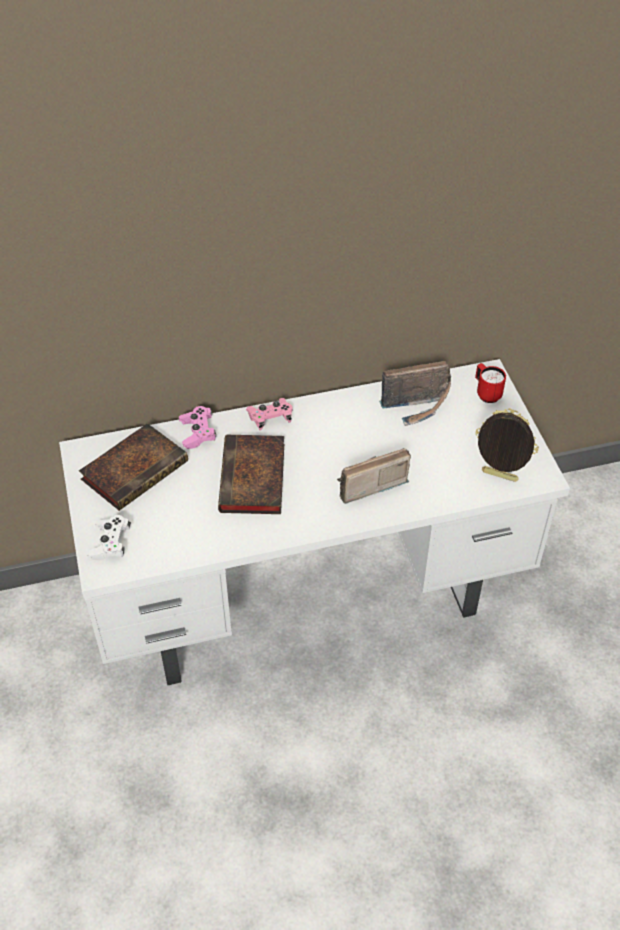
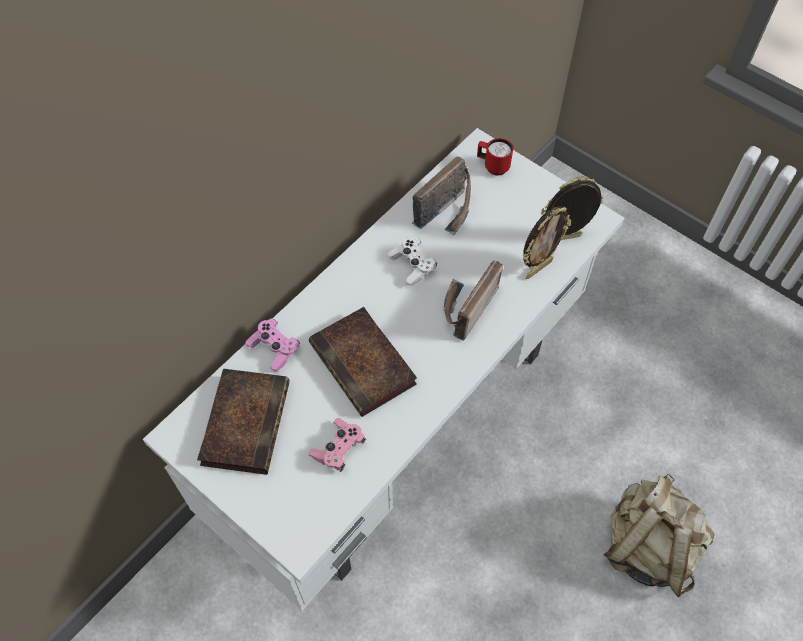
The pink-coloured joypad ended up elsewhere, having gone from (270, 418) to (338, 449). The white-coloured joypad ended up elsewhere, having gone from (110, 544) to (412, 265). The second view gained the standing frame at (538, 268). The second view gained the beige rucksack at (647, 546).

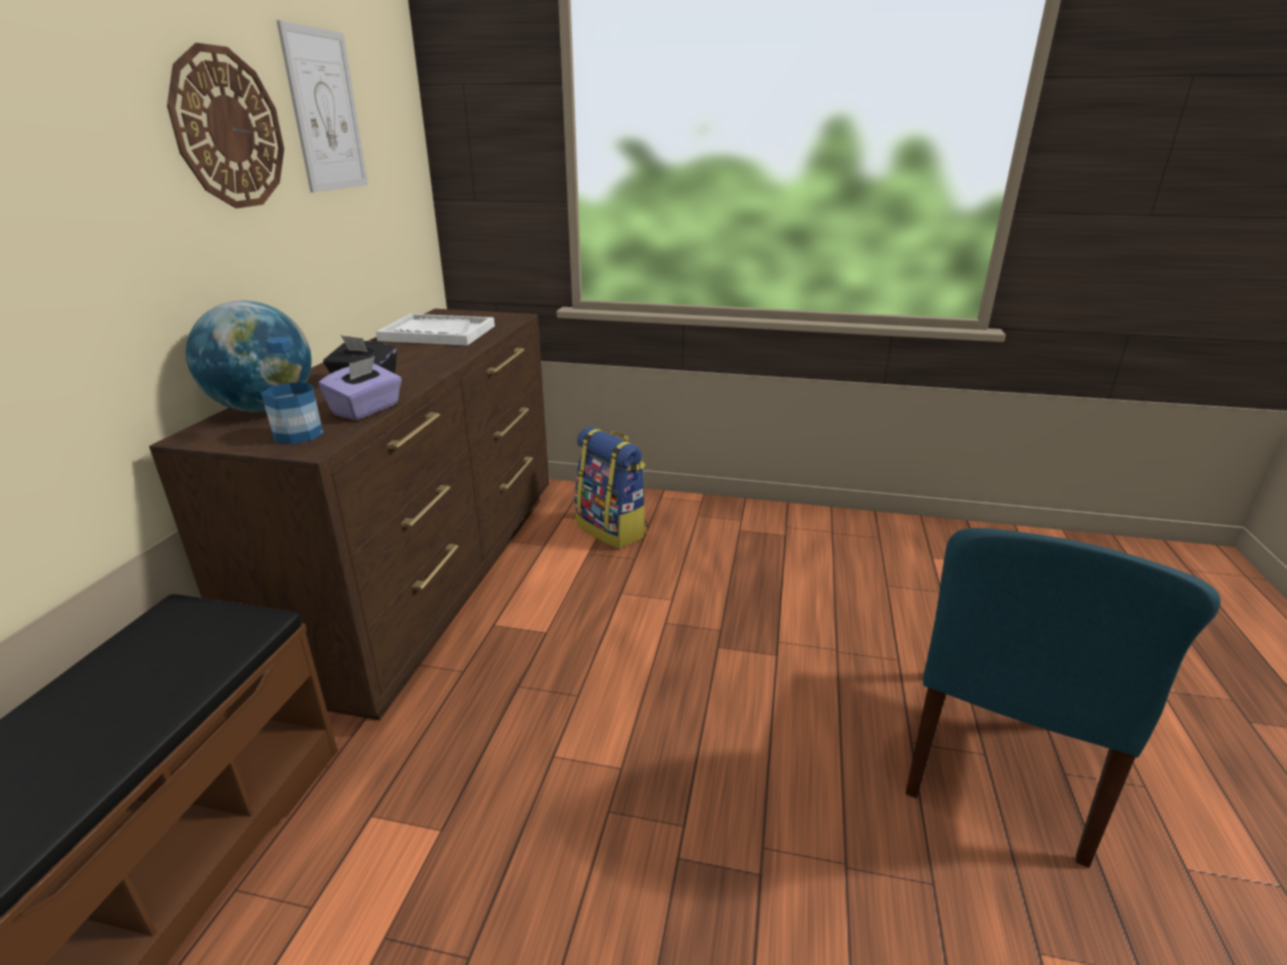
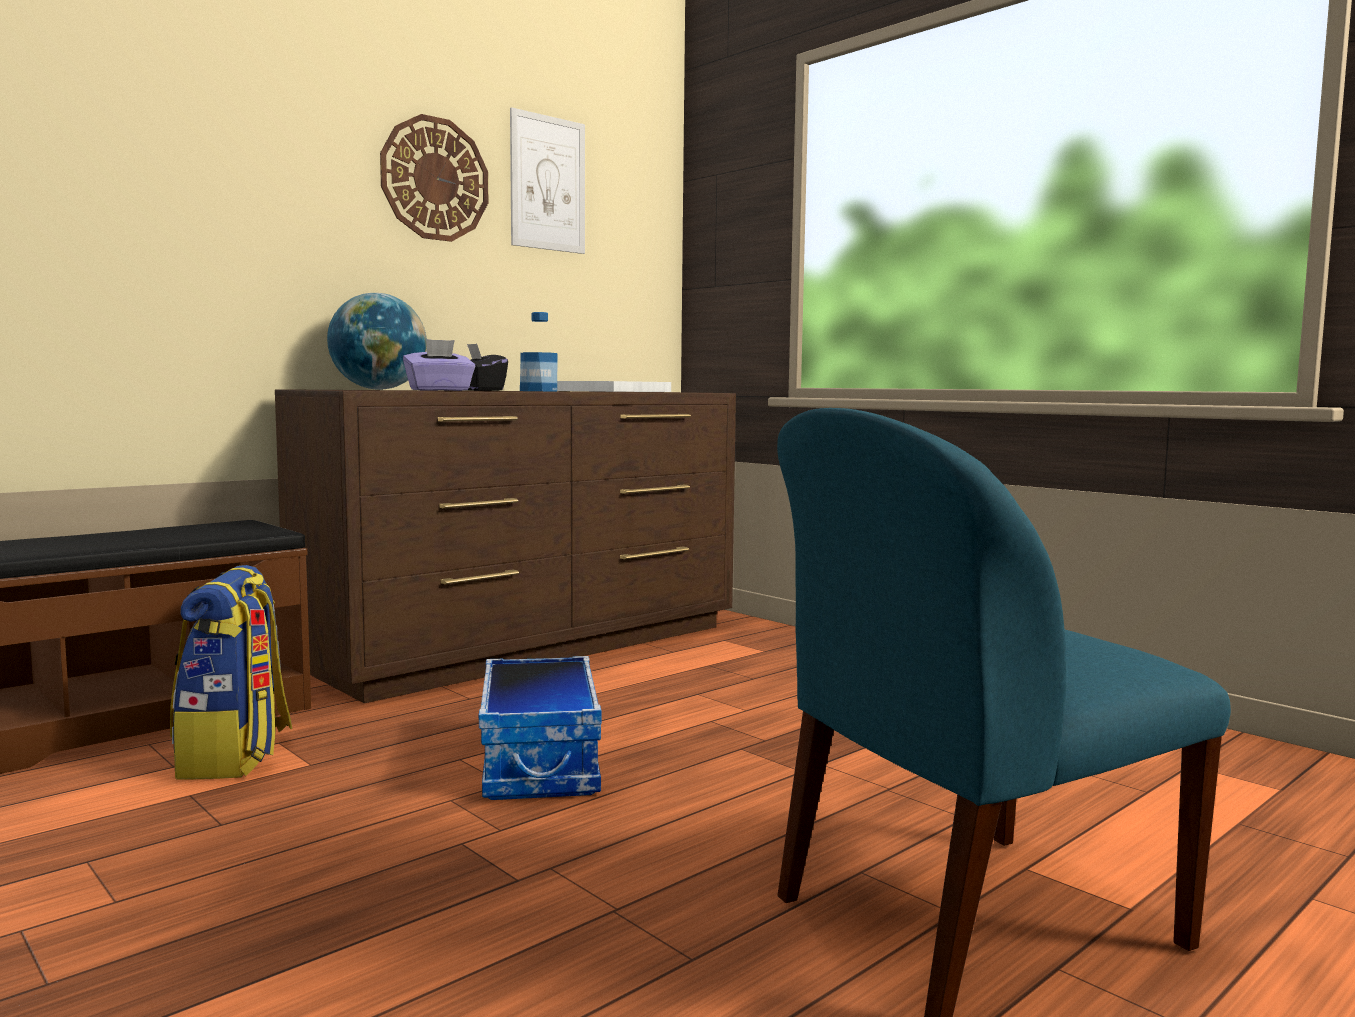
The rucksack ended up elsewhere, having gone from (612, 529) to (235, 756). The second view gained the storage bin at (542, 762). The drink bottle ended up elsewhere, having gone from (298, 435) to (538, 391).

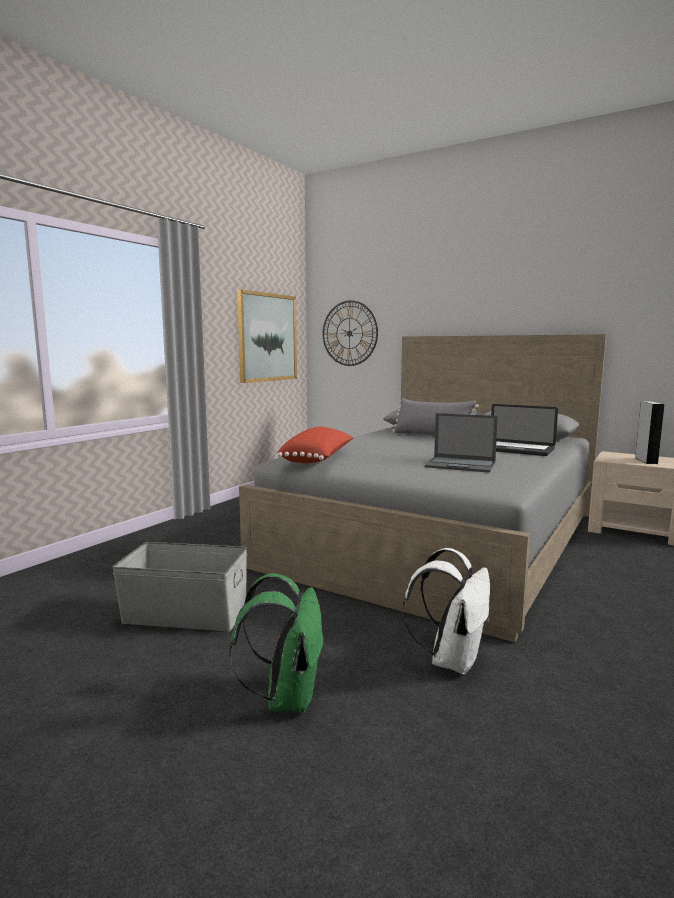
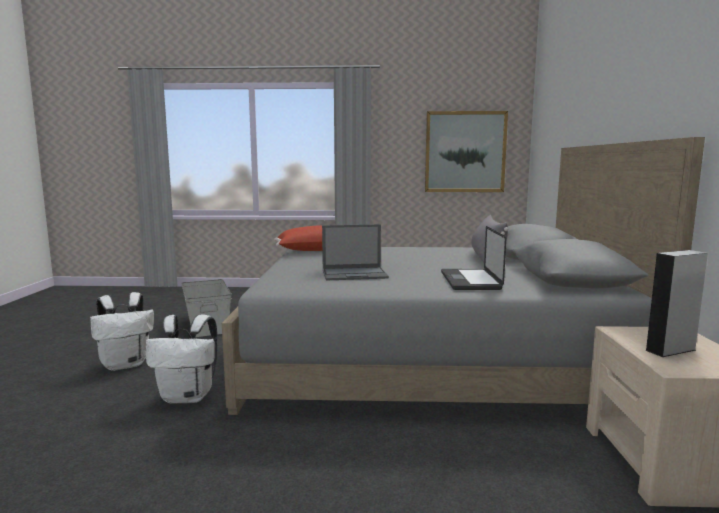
What was the green rucksack at (287, 697) turned into the white-coloured rucksack at (126, 364). The laptop at (461, 465) ended up facing another way, 90 degrees counterclockwise from before. The second view lost the hanging clock at (349, 333).

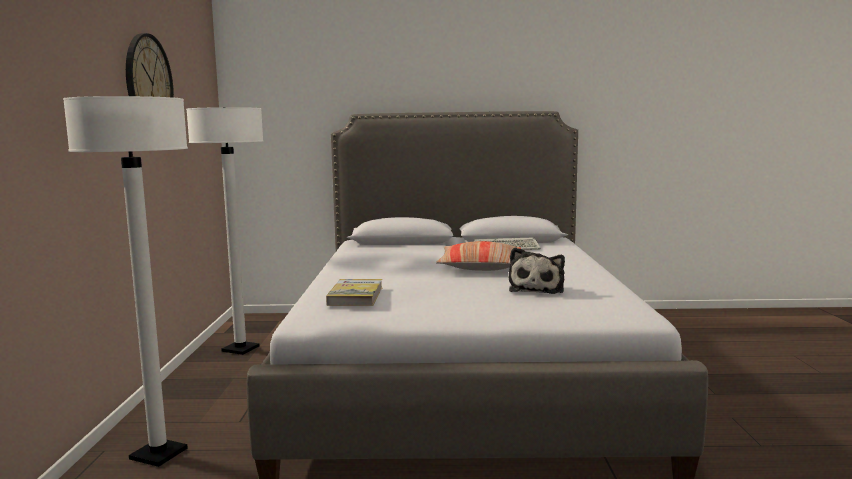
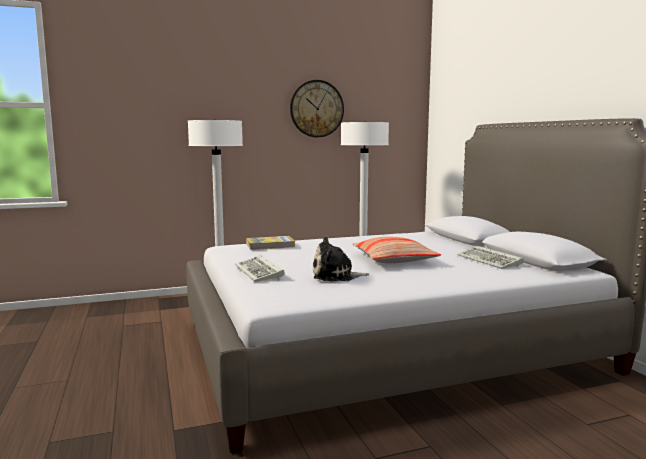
The second view gained the computer keyboard at (260, 272).

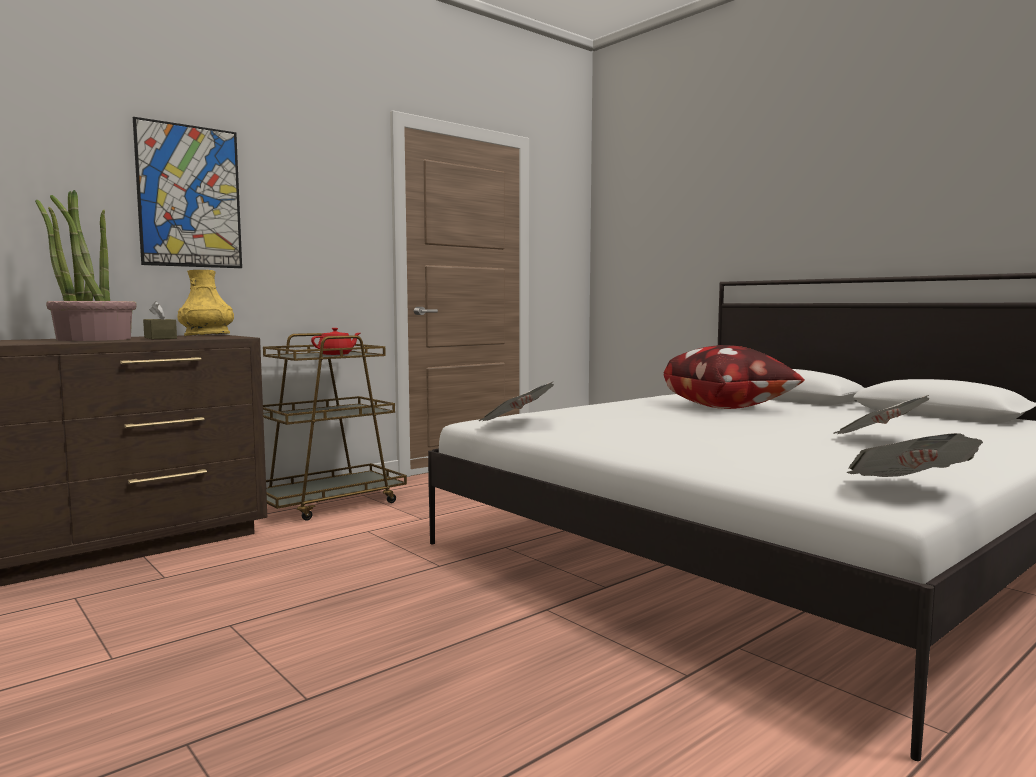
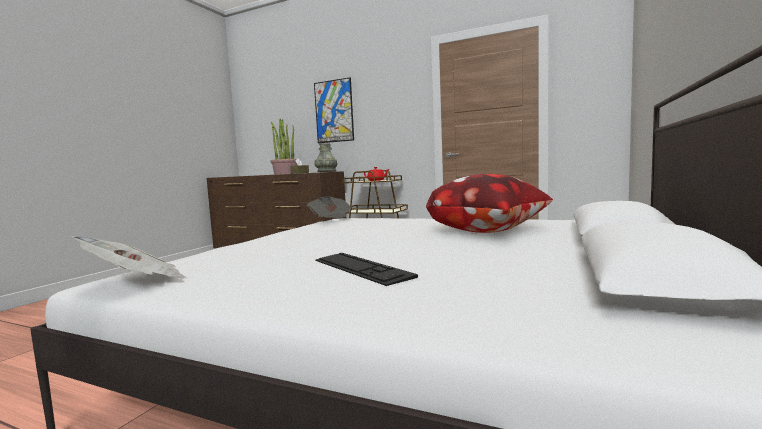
What was the yellow flower vase at (207, 335) turned into the gray flower vase at (326, 171). Where the printed paper stood at (878, 440), the computer keyboard came to stand at (360, 268).

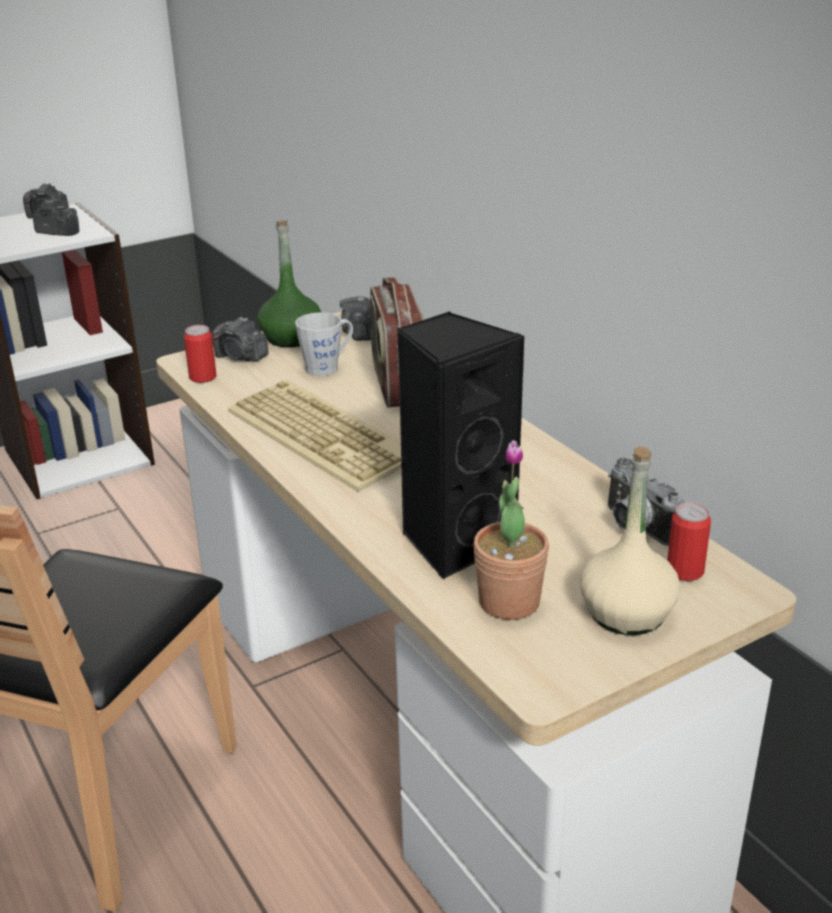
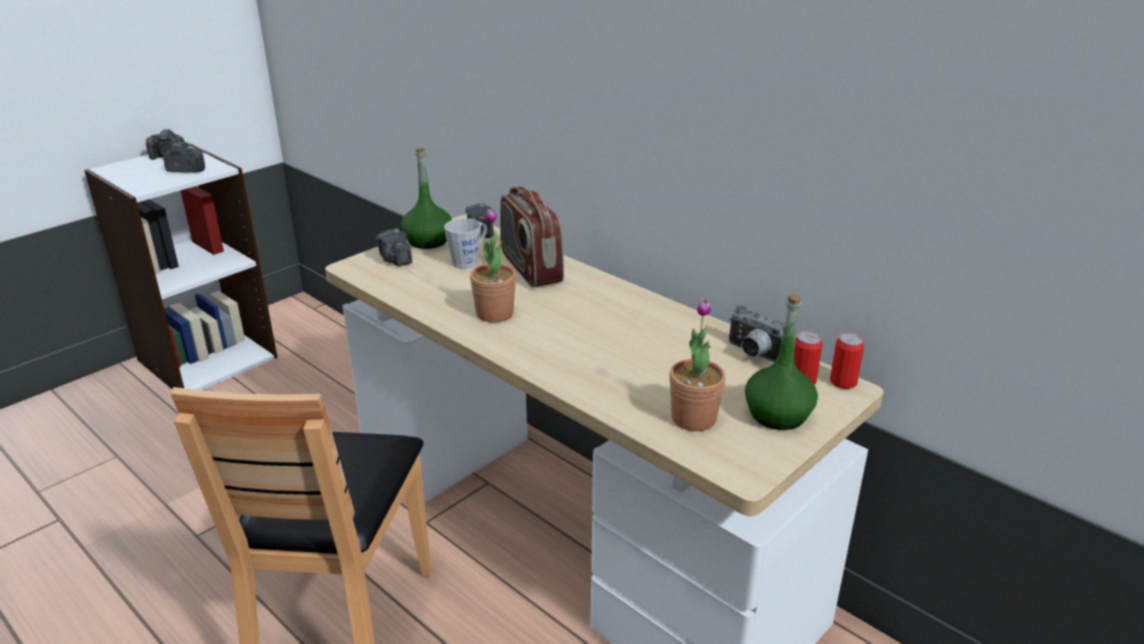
The photo camera at (241, 357) ended up facing another way, 45 degrees clockwise from before. Where the computer keyboard stood at (324, 435), the plant in a pot came to stand at (494, 314). What was the beige drink bottle at (627, 613) turned into the green drink bottle at (778, 415). The sealed can ended up elsewhere, having gone from (203, 377) to (843, 382). The second view lost the black audio speaker at (455, 542).

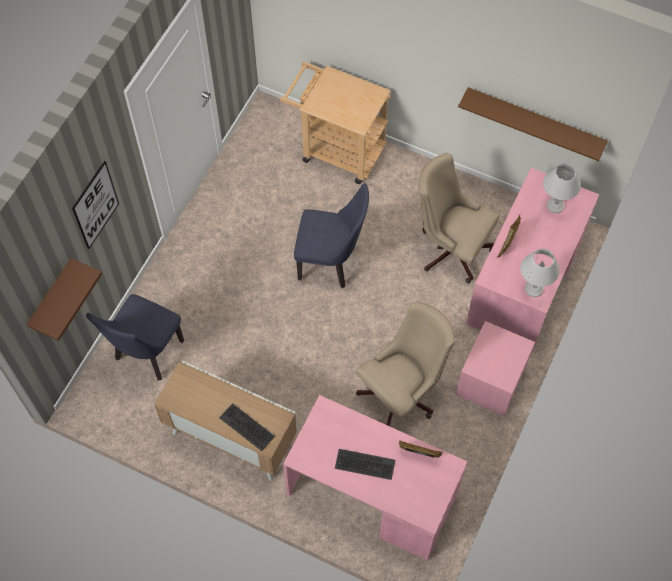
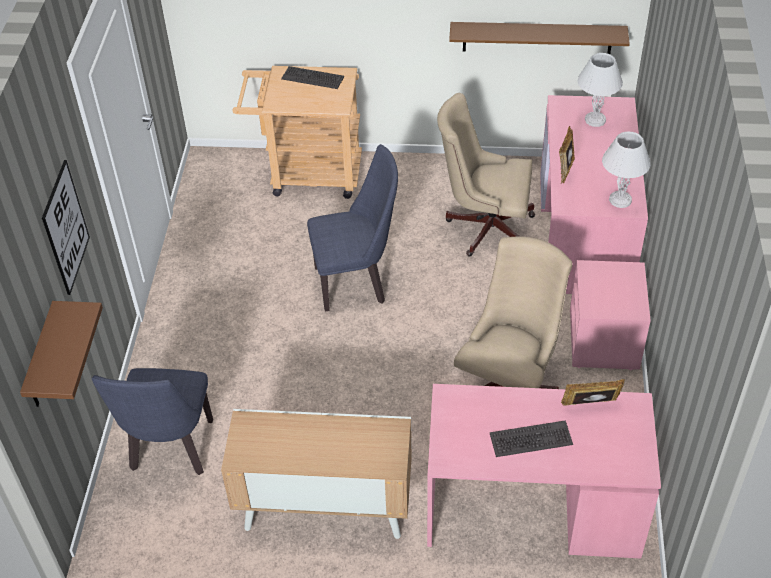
The computer keyboard ended up elsewhere, having gone from (247, 426) to (313, 78).

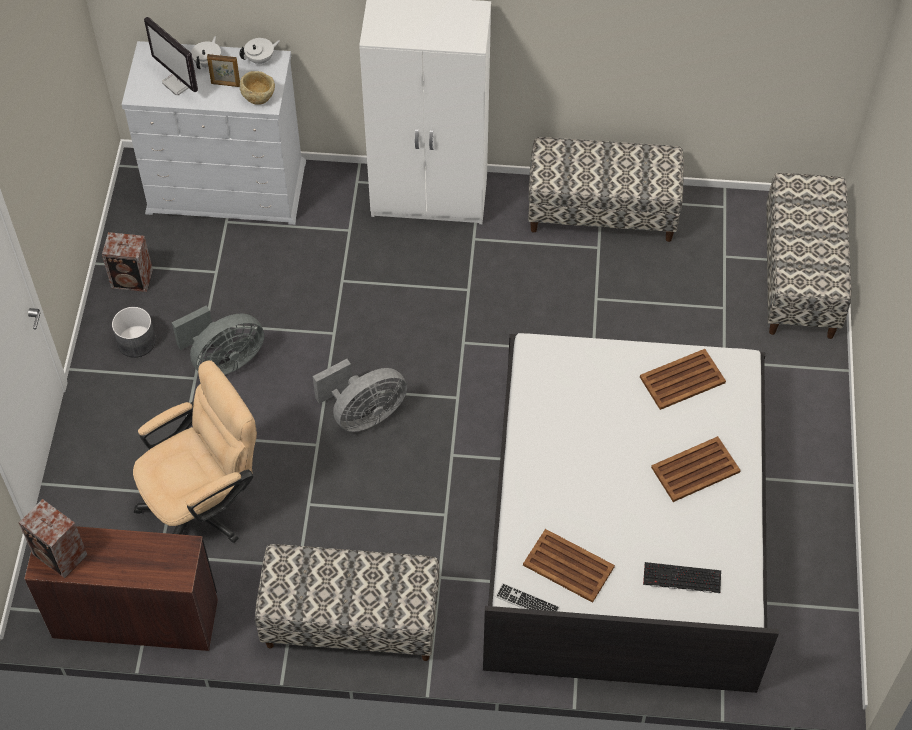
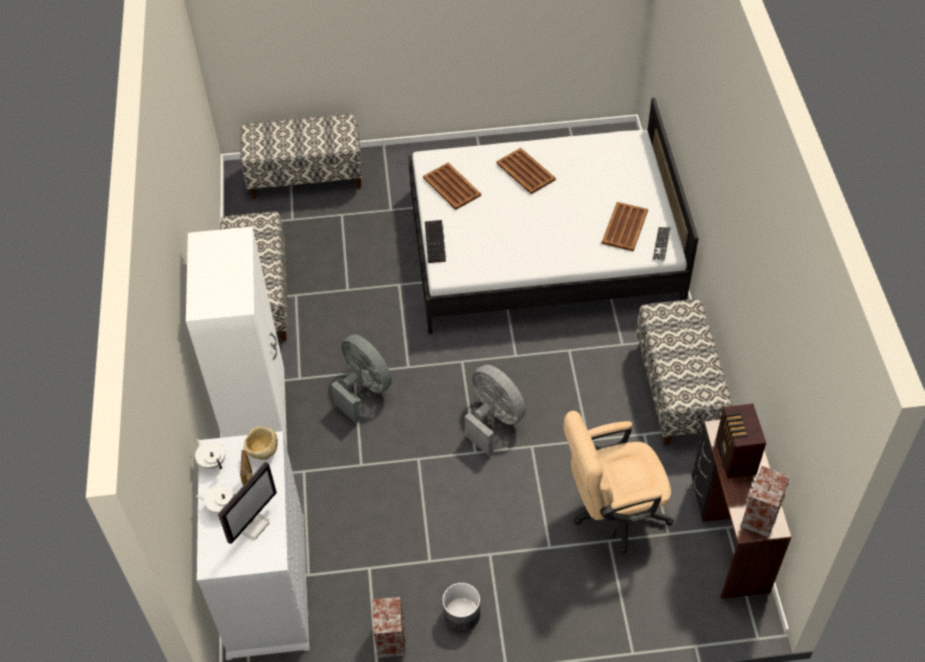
The gray cooling fan ended up elsewhere, having gone from (224, 360) to (364, 389). The computer keyboard ended up elsewhere, having gone from (681, 579) to (436, 242). The beige computer chair at (205, 505) ended up facing another way, 60 degrees counterclockwise from before. The second view gained the radio set at (734, 458).

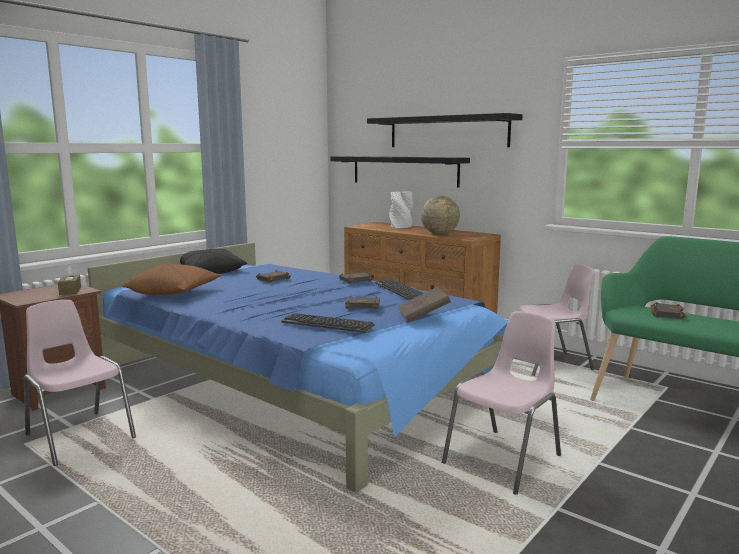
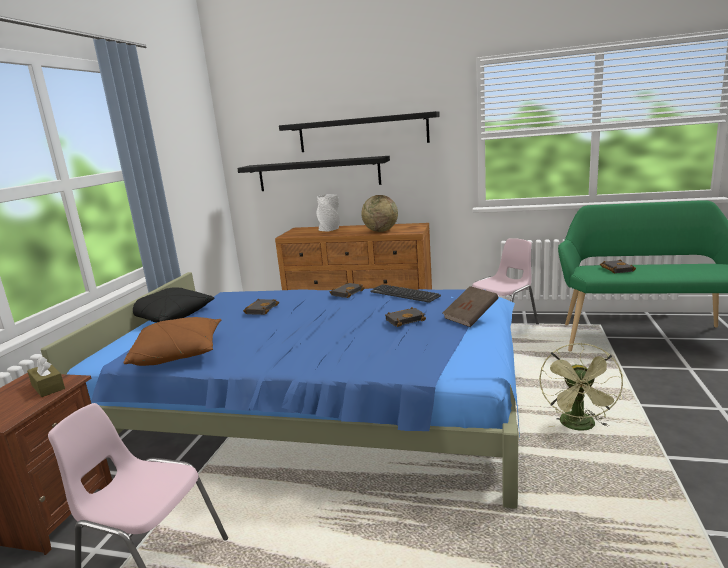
Where the pink-coloured chair stood at (504, 459), the green cooling fan came to stand at (579, 426). The second view lost the computer keyboard at (327, 324).

